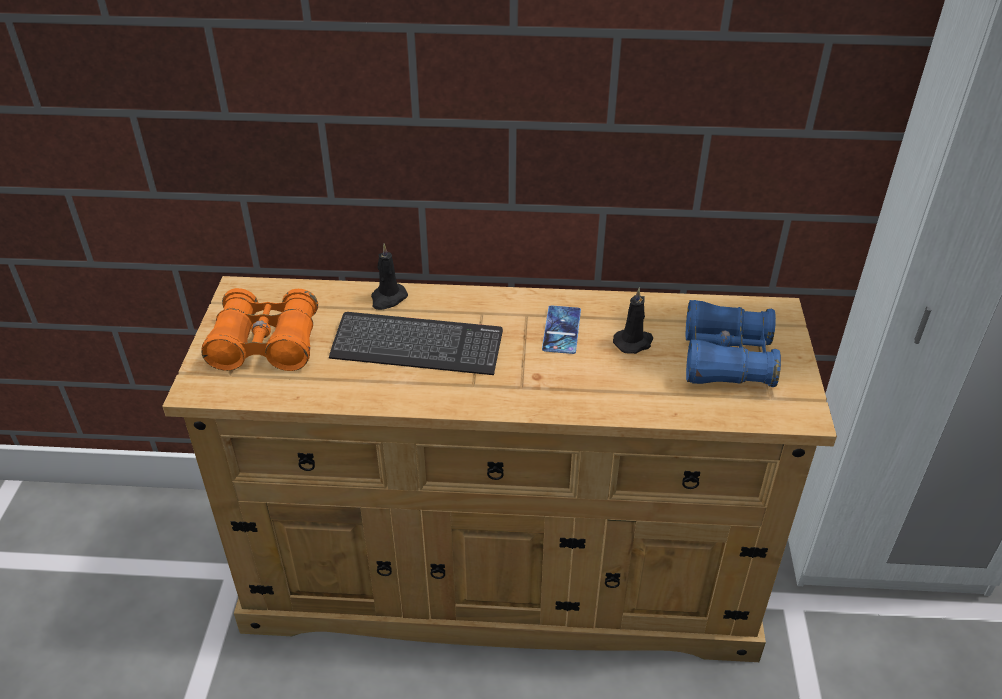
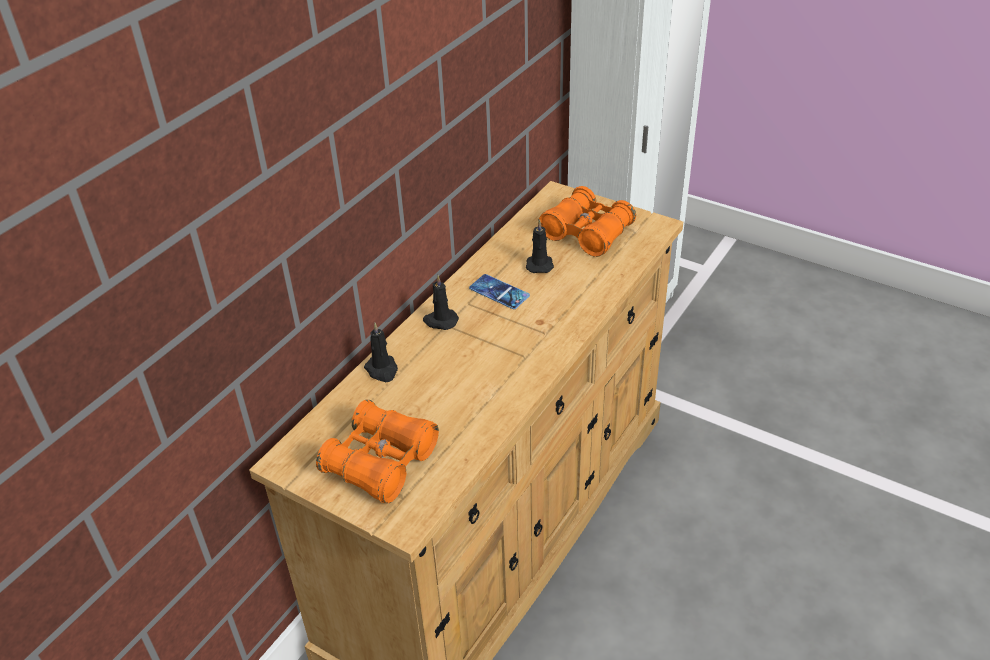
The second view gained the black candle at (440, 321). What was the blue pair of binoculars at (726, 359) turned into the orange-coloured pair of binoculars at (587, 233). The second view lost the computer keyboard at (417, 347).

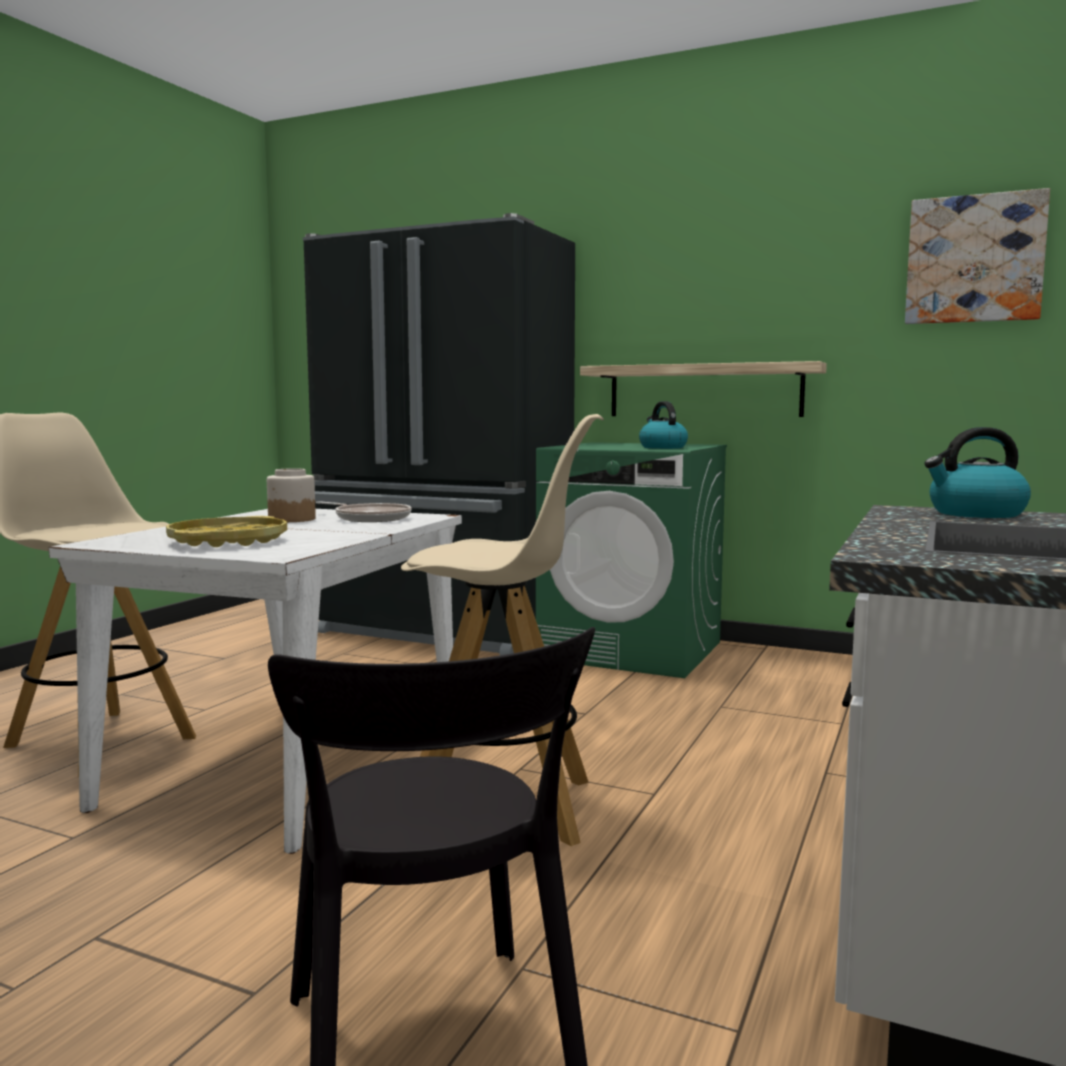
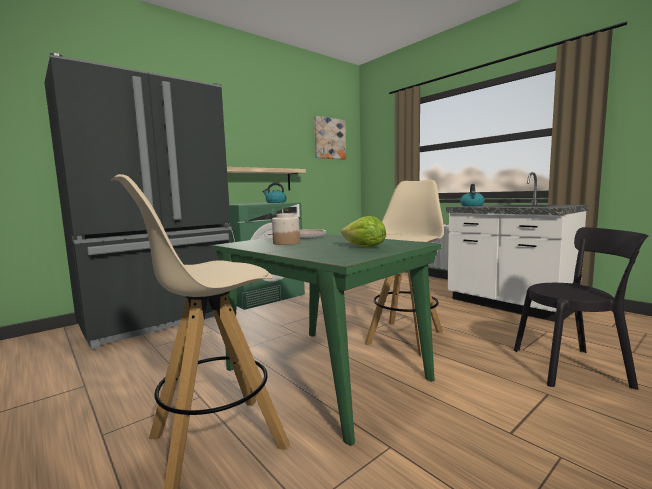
What was the white-coloured dinner table at (291, 762) turned into the green dinner table at (324, 373). Where the yellow tray stood at (228, 541), the lettuce head came to stand at (364, 247).

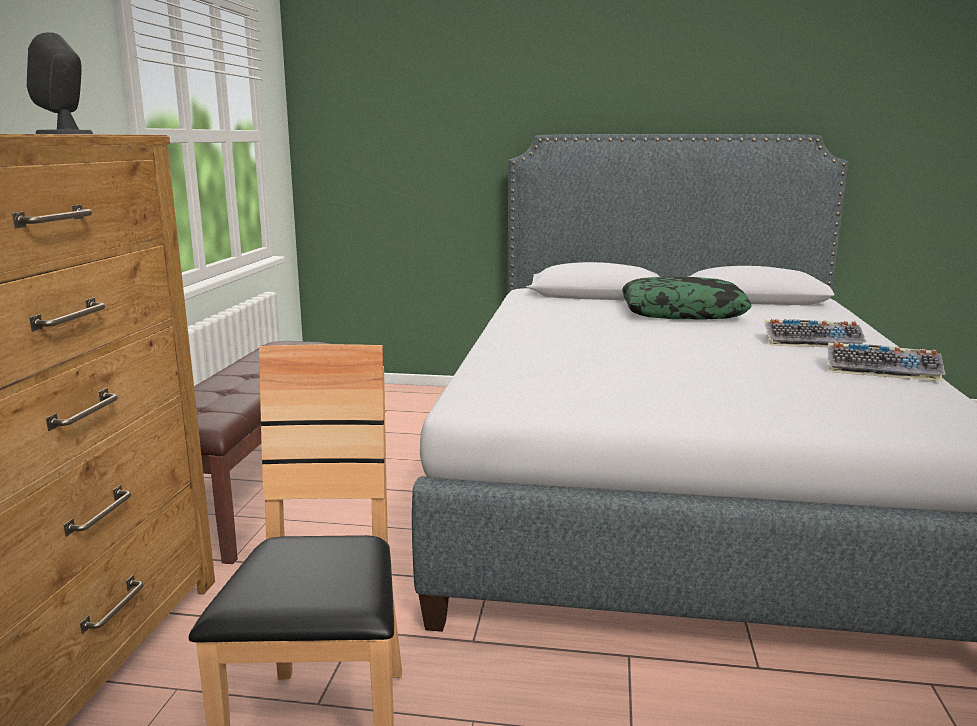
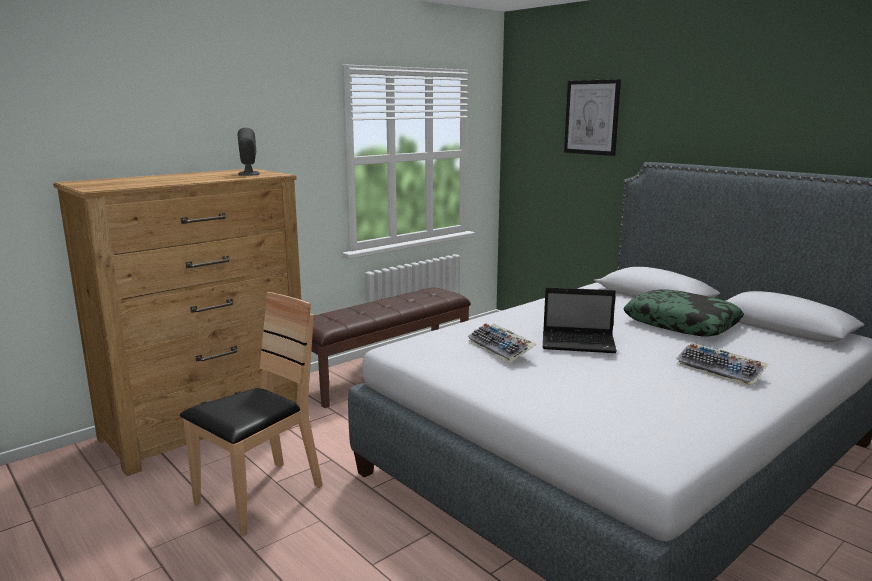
The computer keyboard ended up elsewhere, having gone from (883, 370) to (501, 349). The second view gained the laptop at (580, 343). The second view gained the wall art at (592, 117).

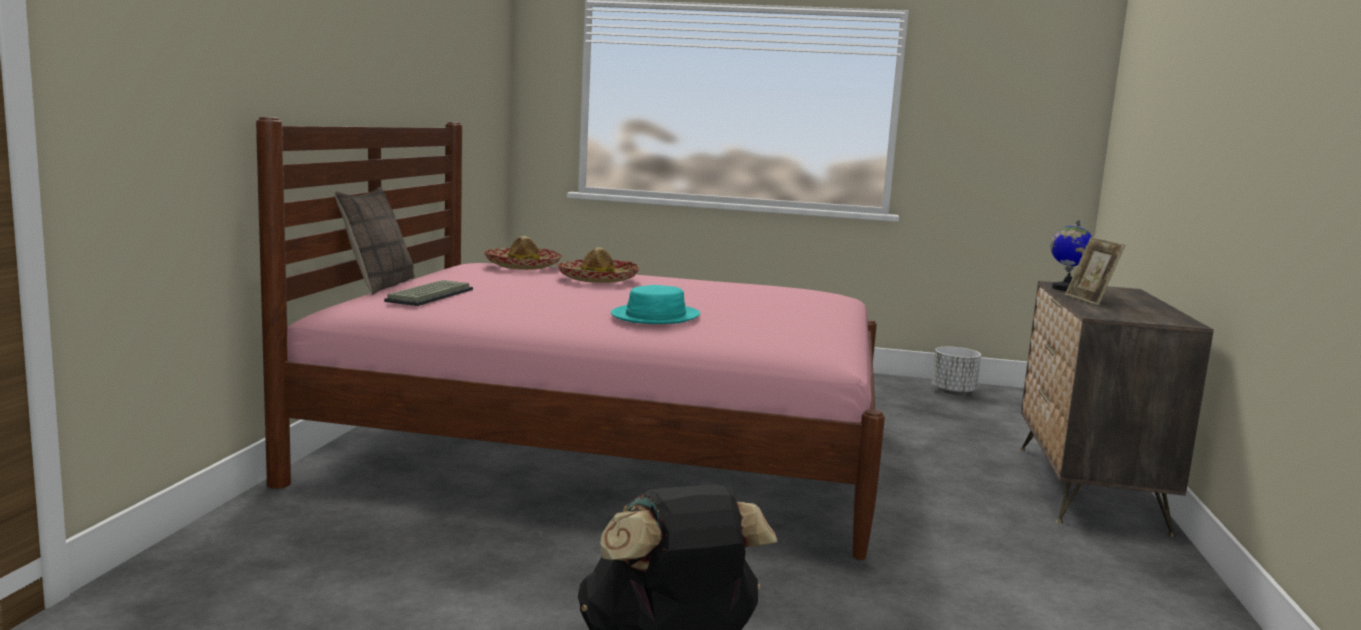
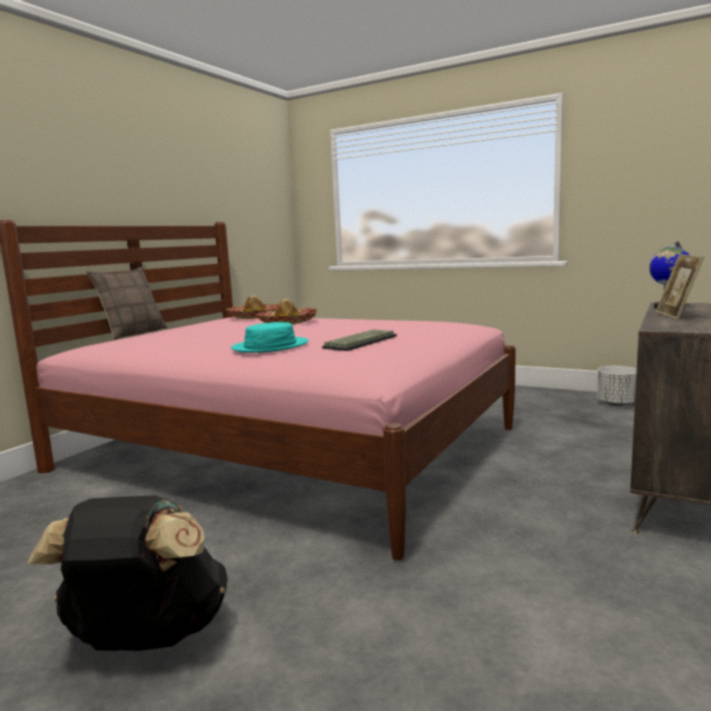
The computer keyboard ended up elsewhere, having gone from (429, 295) to (360, 342).

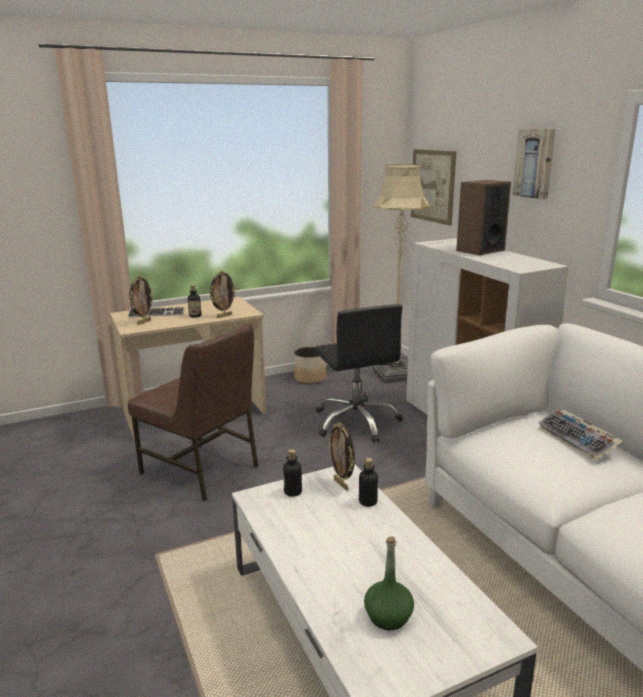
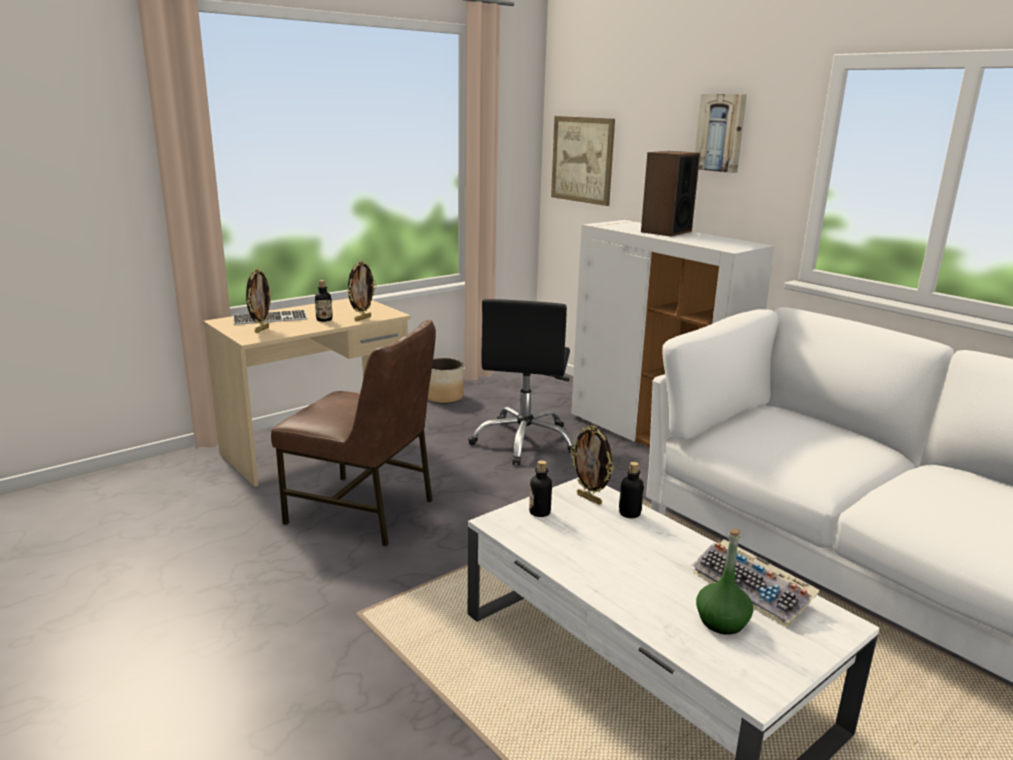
The black computer chair at (356, 422) ended up facing another way, 45 degrees clockwise from before. The computer keyboard ended up elsewhere, having gone from (578, 440) to (753, 590). The second view lost the beige standing lamp at (395, 375).

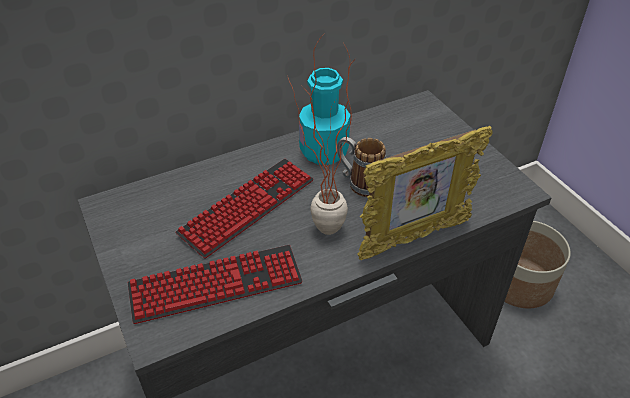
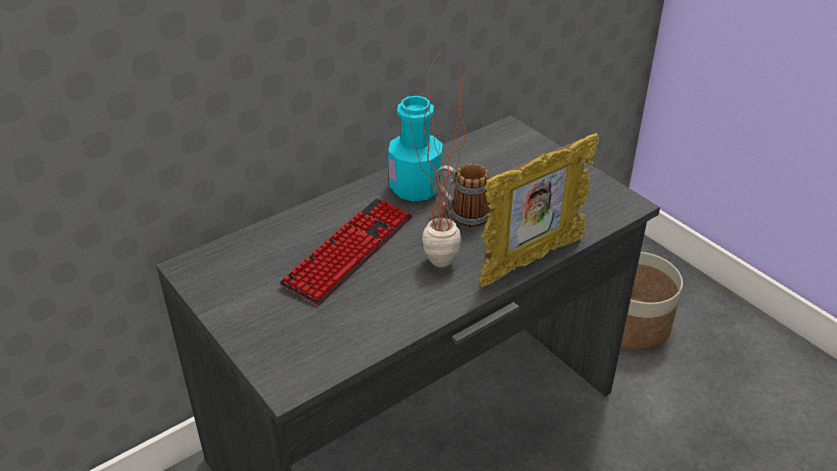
The second view lost the computer keyboard at (216, 285).

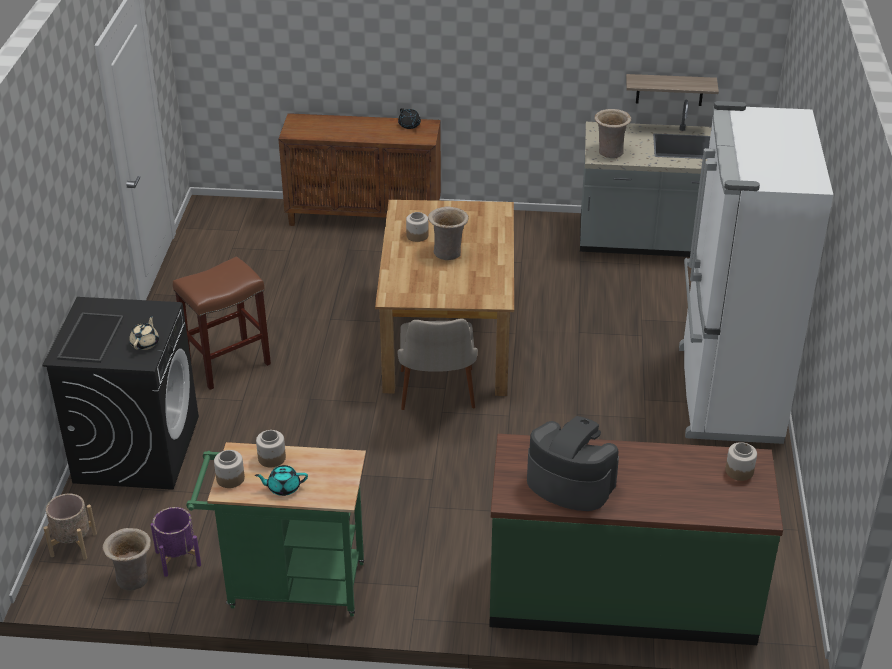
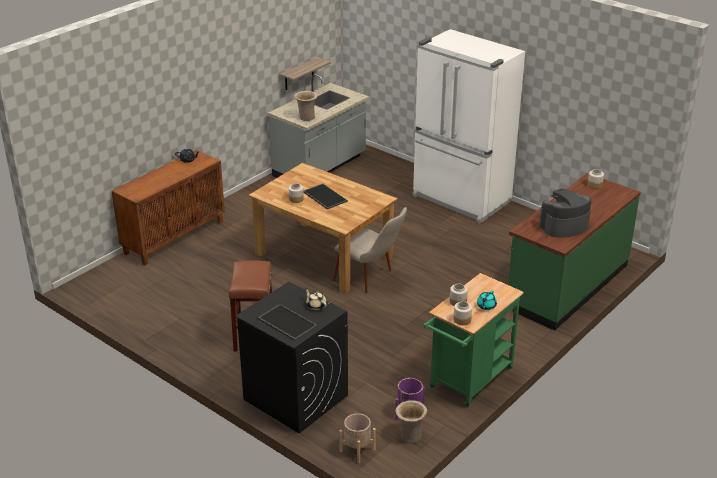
Where the beige flower vase stood at (448, 252), the tray came to stand at (324, 196).

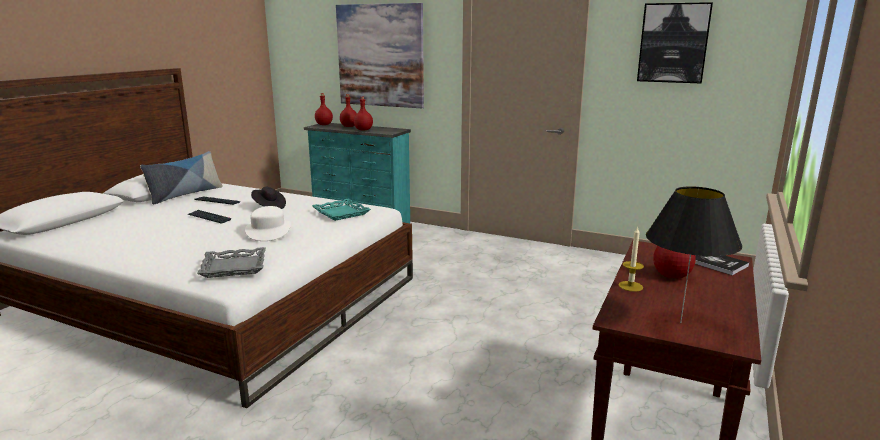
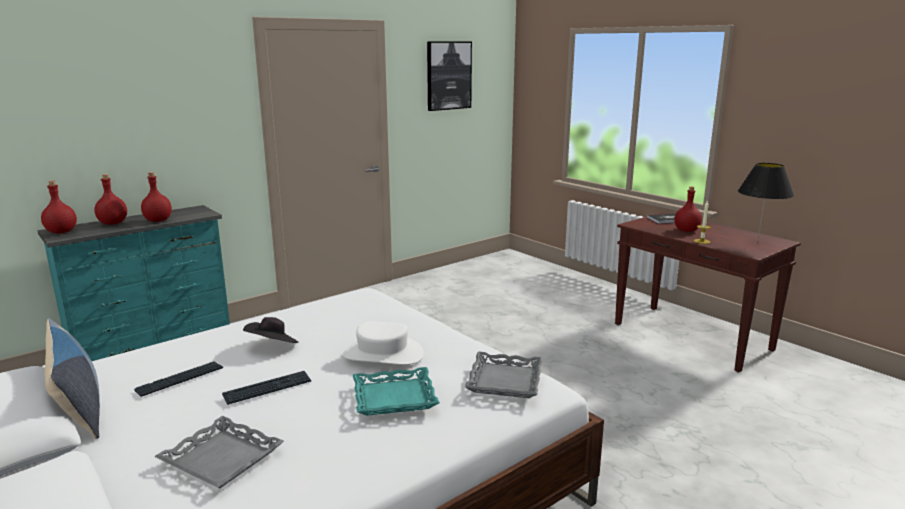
The second view gained the gray tray at (222, 458). The turquoise-coloured tray ended up elsewhere, having gone from (341, 213) to (394, 397). The second view lost the wall art at (380, 56).

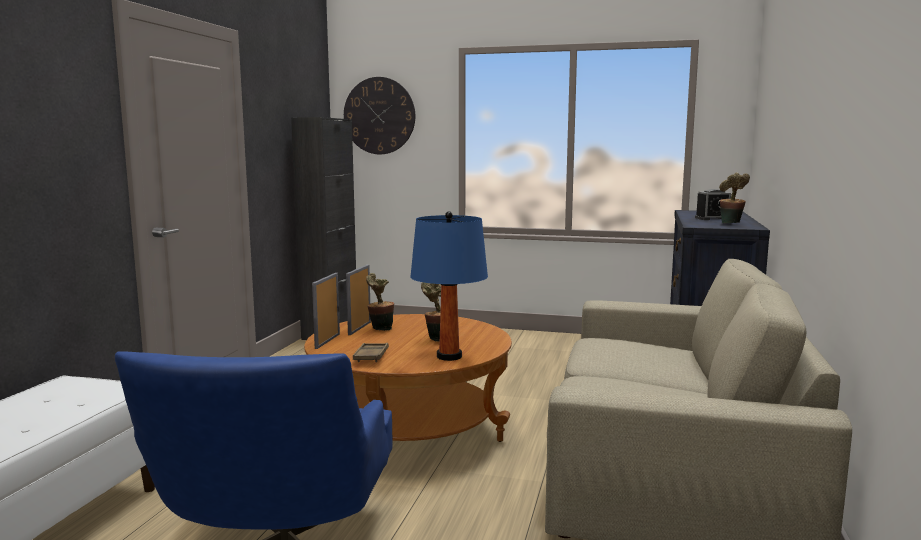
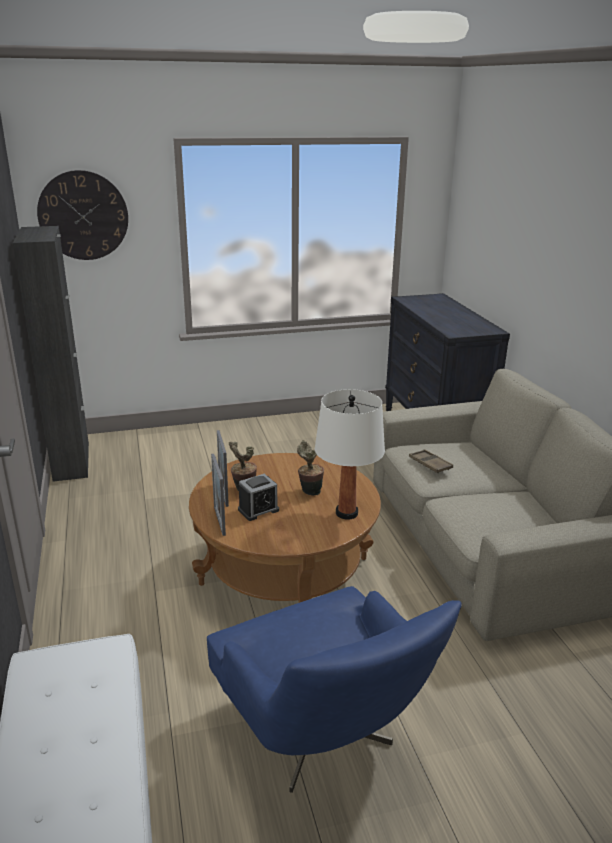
The alarm clock ended up elsewhere, having gone from (712, 218) to (258, 510). What was the blue lamp for a table at (449, 356) turned into the white-coloured lamp for a table at (347, 513). The brownish tray ended up elsewhere, having gone from (371, 356) to (430, 464). The second view lost the plant in a pot at (731, 223).

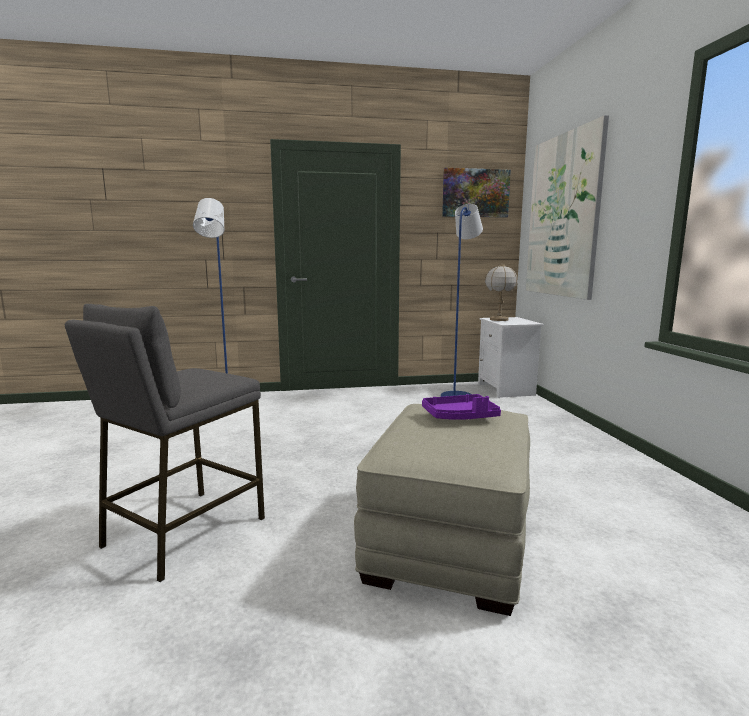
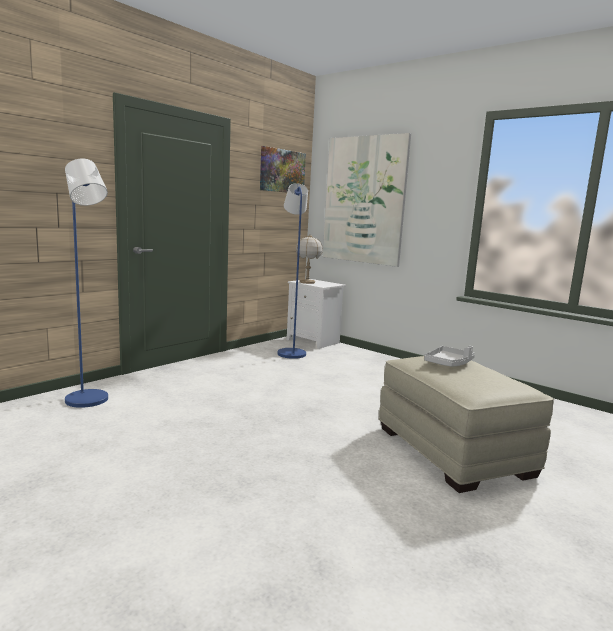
What was the purple tray at (460, 417) turned into the gray tray at (449, 363). The second view lost the gray stool seat at (184, 531).

